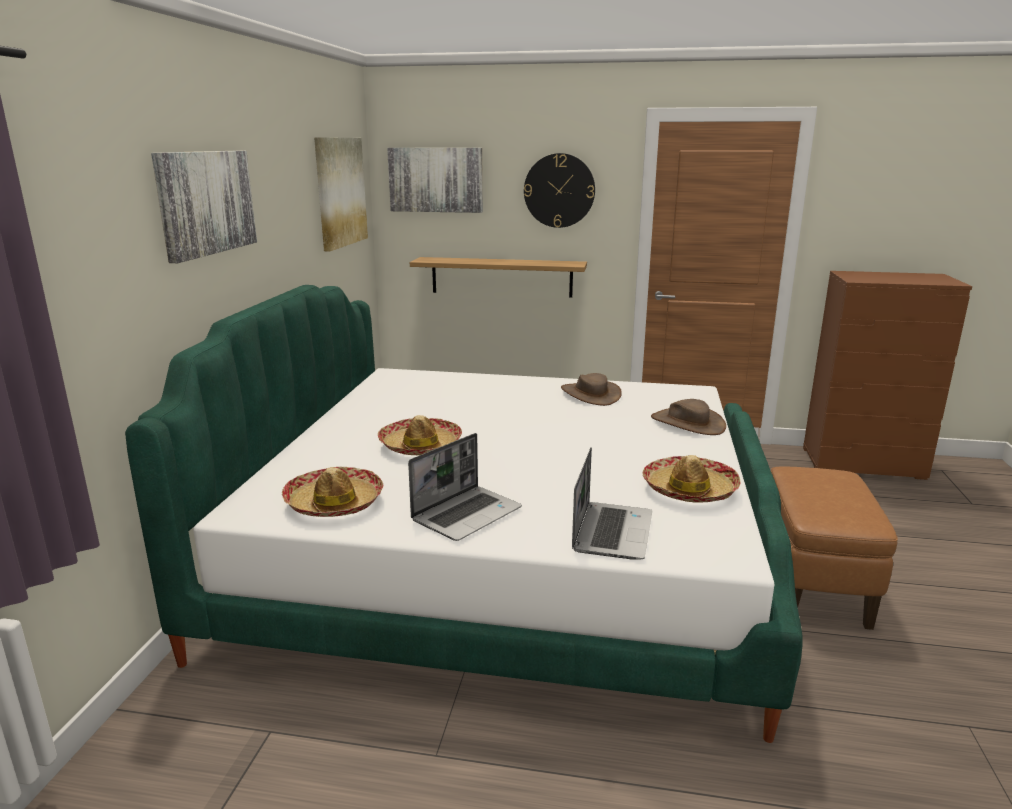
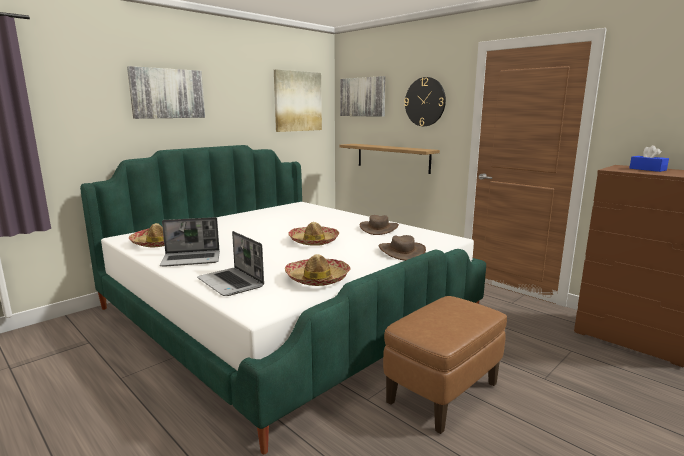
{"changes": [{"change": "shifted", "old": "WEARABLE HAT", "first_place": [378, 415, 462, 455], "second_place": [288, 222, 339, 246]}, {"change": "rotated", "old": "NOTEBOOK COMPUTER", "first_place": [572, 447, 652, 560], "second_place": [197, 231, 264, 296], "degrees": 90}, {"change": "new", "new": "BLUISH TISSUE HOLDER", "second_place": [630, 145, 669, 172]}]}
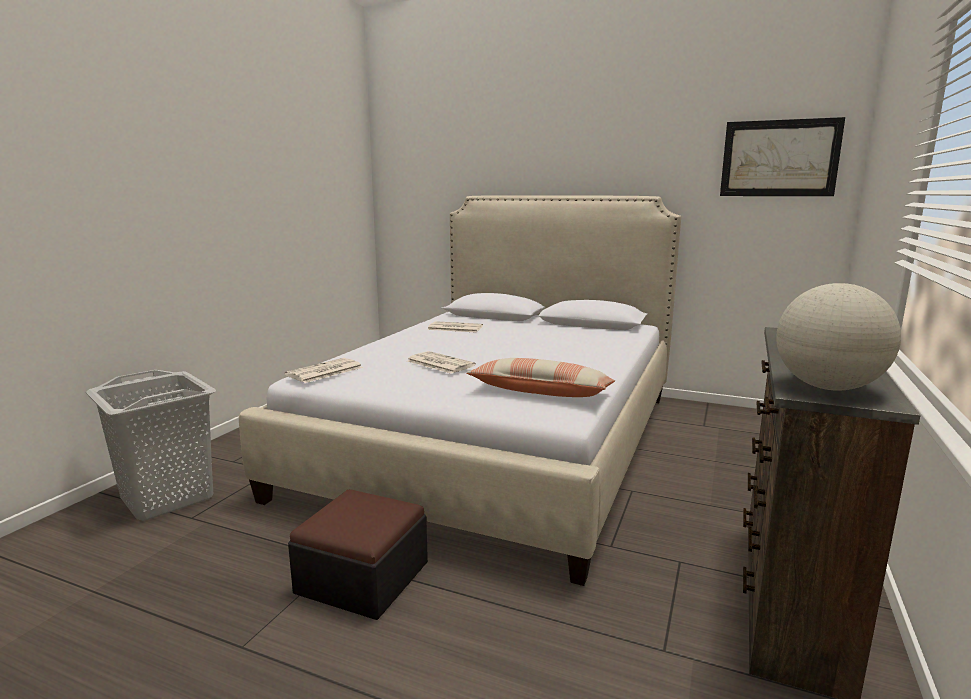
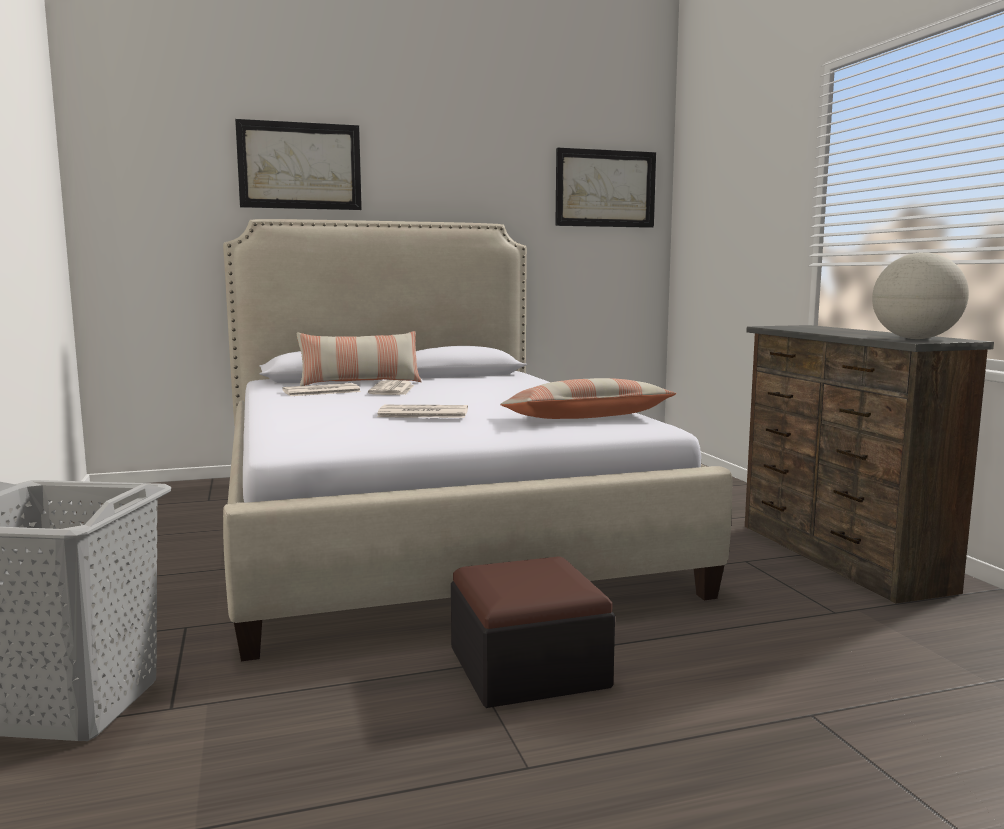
{"changes": [{"change": "shifted", "old": "PRINTED PAPER", "first_place": [285, 358, 363, 383], "second_place": [368, 380, 414, 395]}, {"change": "new", "new": "WALL ART", "second_place": [235, 119, 362, 210]}, {"change": "new", "new": "THROW PILLOW", "second_place": [297, 331, 422, 386]}]}
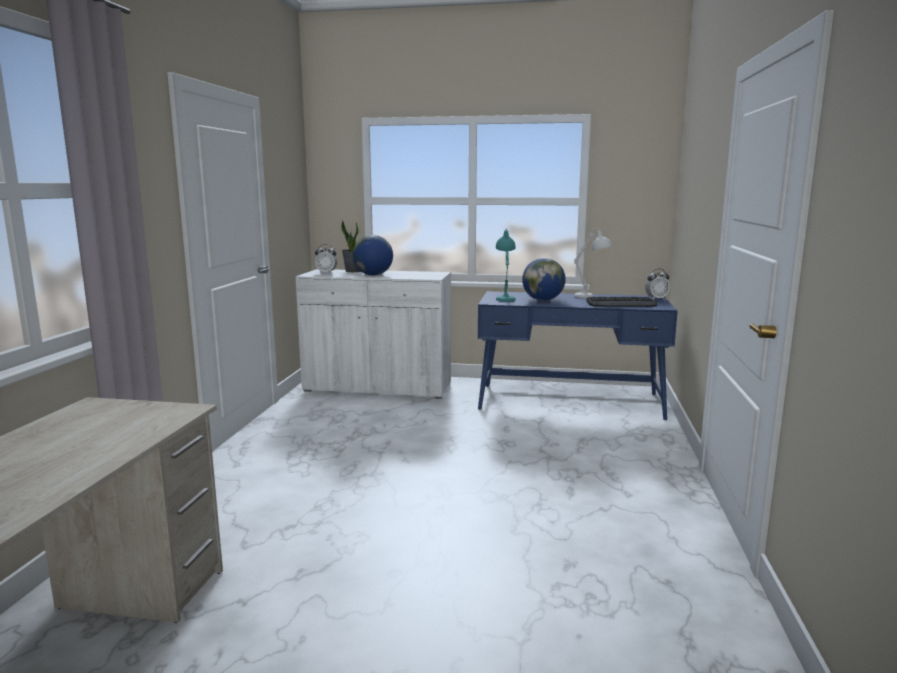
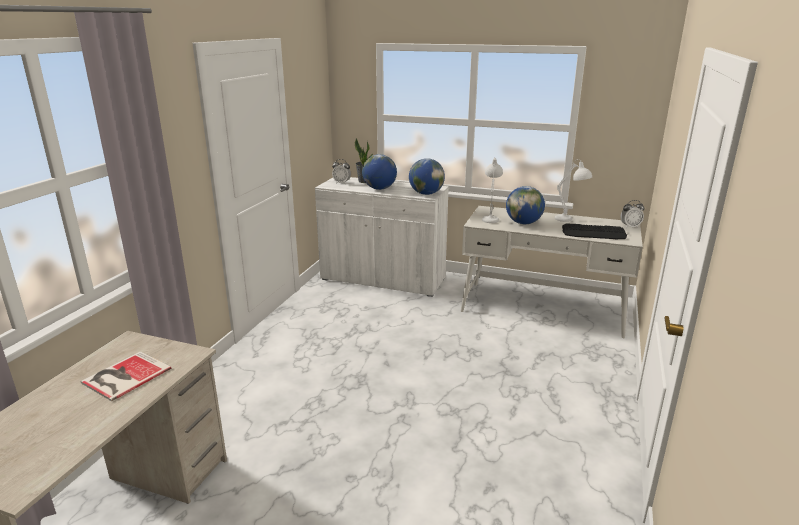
{"changes": [{"change": "repainted", "old": "BLUISH DESK UNIT", "new": "WHITE DESK UNIT", "first_place": [478, 291, 678, 420], "second_place": [460, 206, 643, 338]}, {"change": "repainted", "old": "BLUE-GREEN TABLE LAMP", "new": "WHITE TABLE LAMP", "first_place": [496, 228, 516, 302], "second_place": [482, 157, 503, 223]}, {"change": "new", "new": "VOLUME", "second_place": [81, 351, 171, 401]}, {"change": "new", "new": "WORLD GLOBE", "second_place": [409, 158, 445, 195]}]}
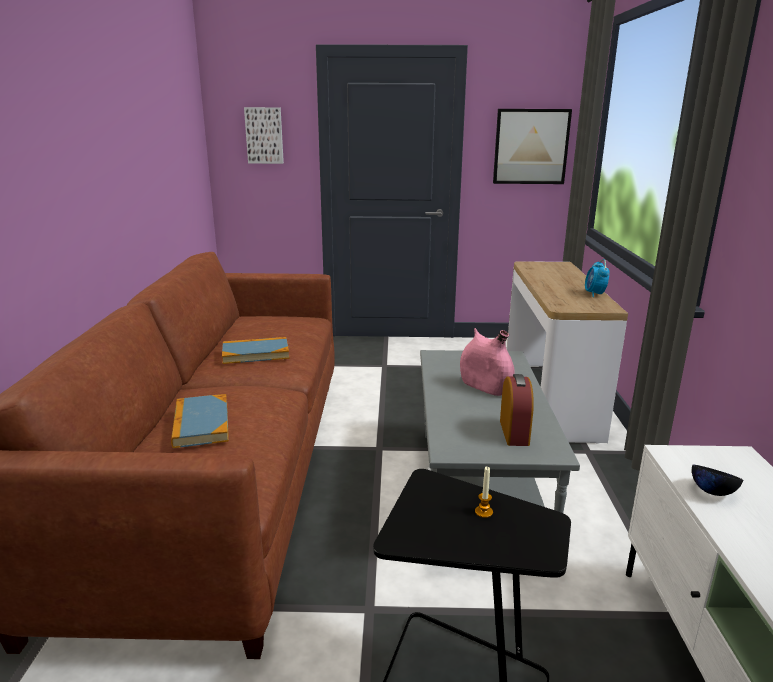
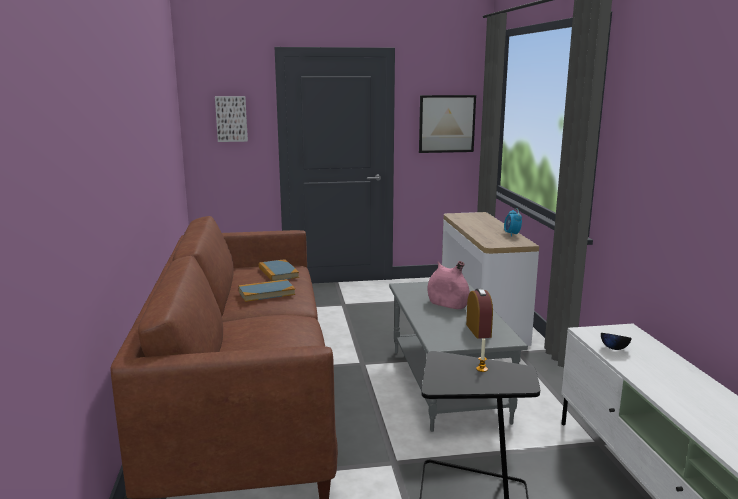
{"changes": [{"change": "shifted", "old": "VOLUME", "first_place": [171, 394, 229, 448], "second_place": [259, 259, 299, 281]}]}
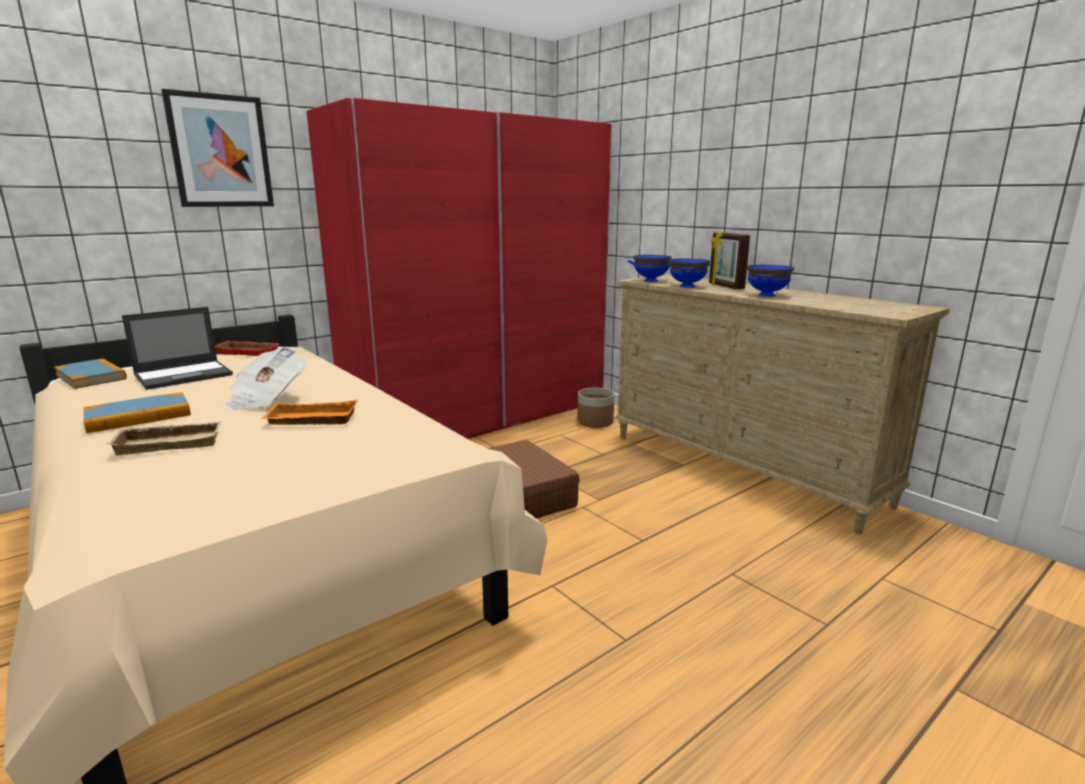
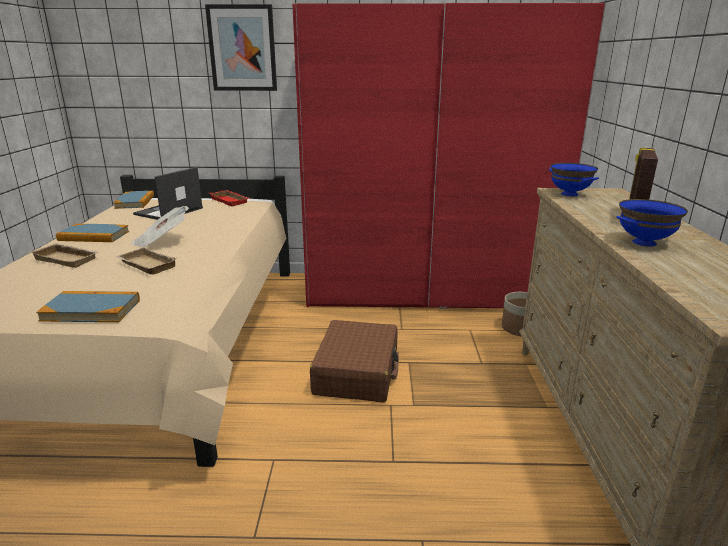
{"changes": [{"change": "rotated", "old": "NOTEBOOK COMPUTER", "first_place": [122, 307, 233, 390], "second_place": [133, 167, 203, 220], "degrees": 120}, {"change": "repainted", "old": "ORANGE TRAY", "new": "BEIGE TRAY", "first_place": [261, 400, 358, 425], "second_place": [116, 247, 177, 275]}, {"change": "gone", "old": "BLUISH DEEP DISH", "first_place": [668, 259, 710, 287]}, {"change": "new", "new": "VOLUME", "second_place": [36, 291, 140, 322]}]}
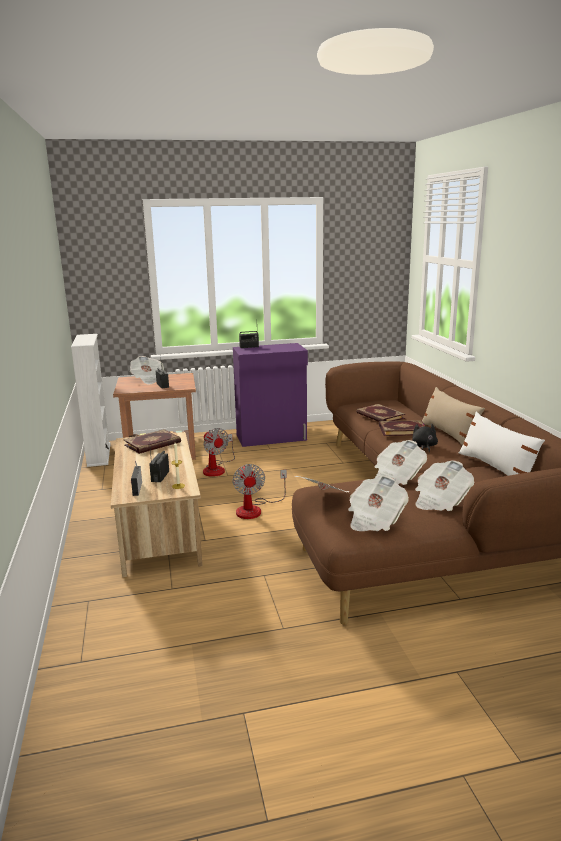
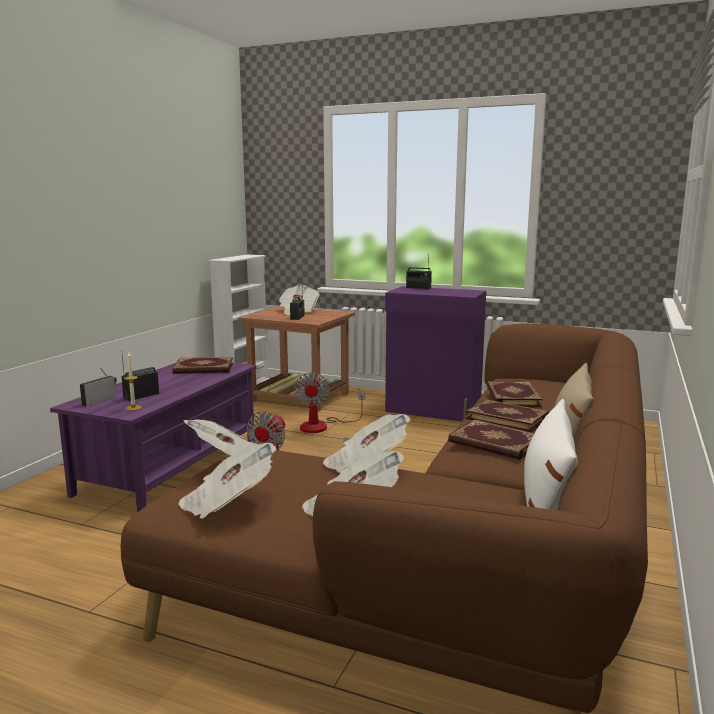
{"changes": [{"change": "repainted", "old": "BEIGE LOW TABLE", "new": "PURPLE LOW TABLE", "first_place": [111, 432, 203, 577], "second_place": [50, 363, 256, 512]}, {"change": "swapped", "old": "BLACKISH PLUSH TOY", "new": "VOLUME", "first_place": [412, 423, 438, 452], "second_place": [448, 419, 534, 460]}]}
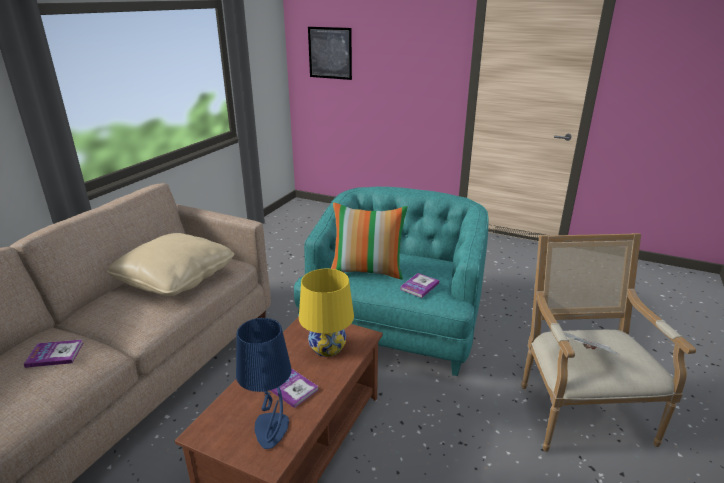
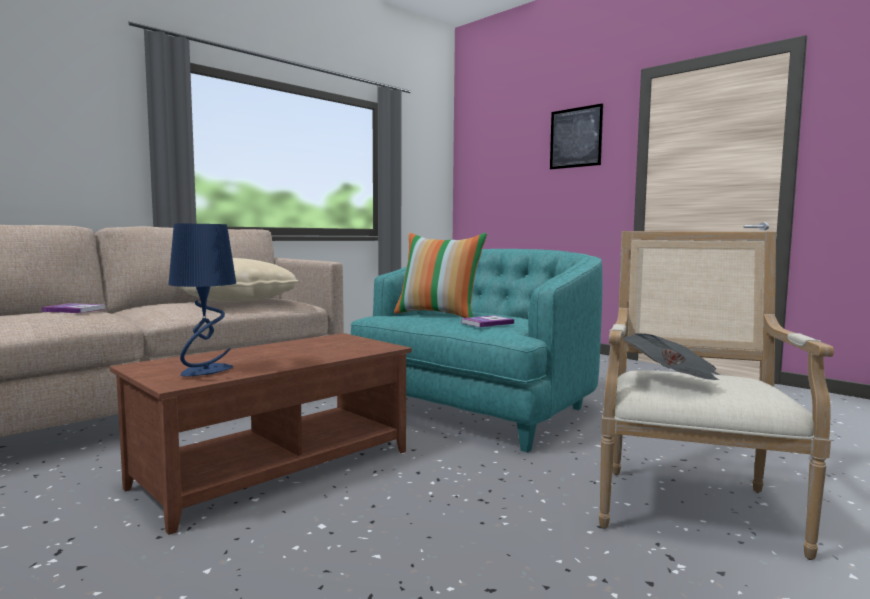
{"changes": [{"change": "gone", "old": "VOLUME", "first_place": [270, 368, 319, 408]}, {"change": "gone", "old": "YELLOWISH TABLE LAMP", "first_place": [299, 269, 354, 357]}, {"change": "shifted", "old": "WALL ART", "first_place": [308, 27, 352, 80], "second_place": [550, 103, 603, 169]}]}
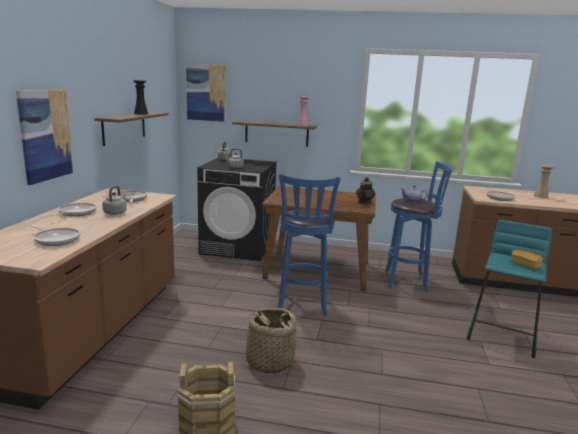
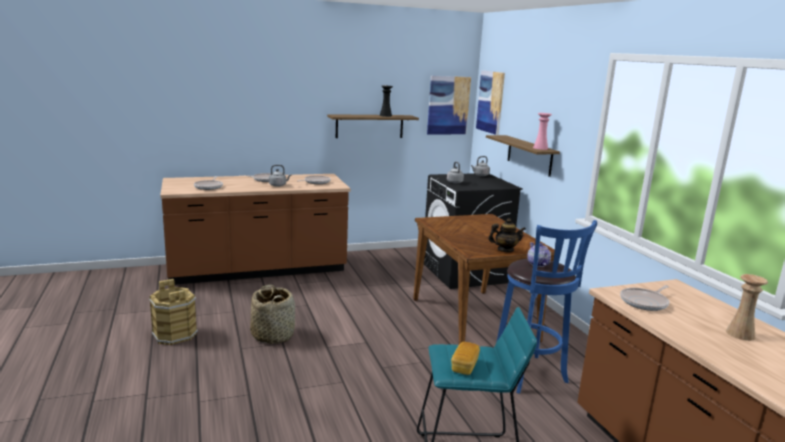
{"changes": [{"change": "shifted", "old": "WALL ART", "first_place": [16, 90, 74, 185], "second_place": [427, 76, 471, 134]}, {"change": "gone", "old": "BLUISH STOOL SEAT", "first_place": [277, 173, 340, 316]}]}
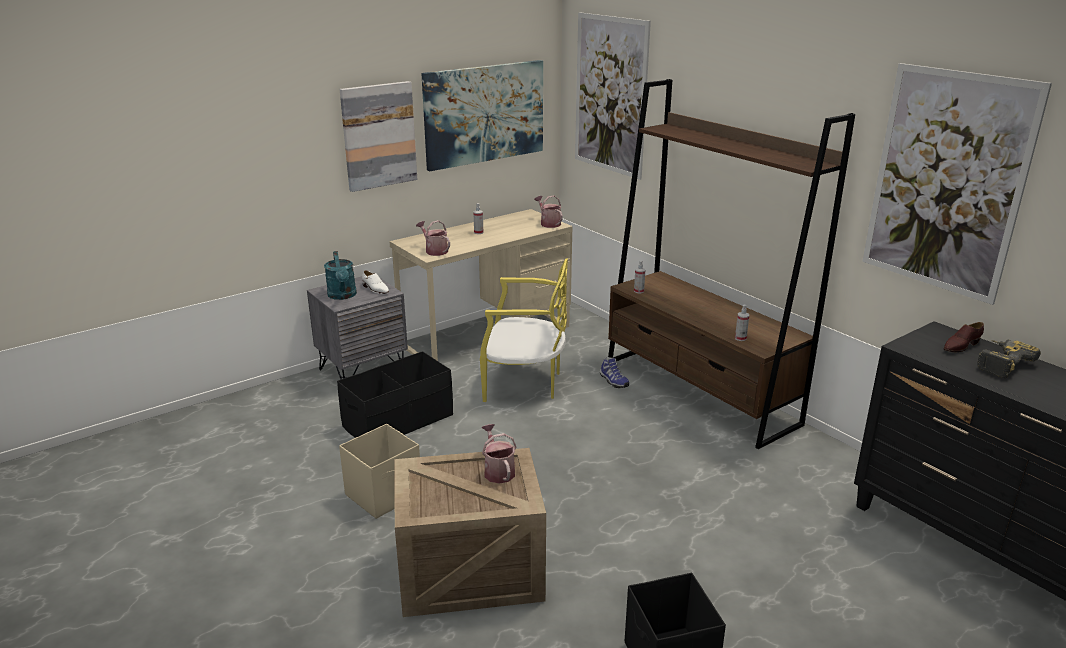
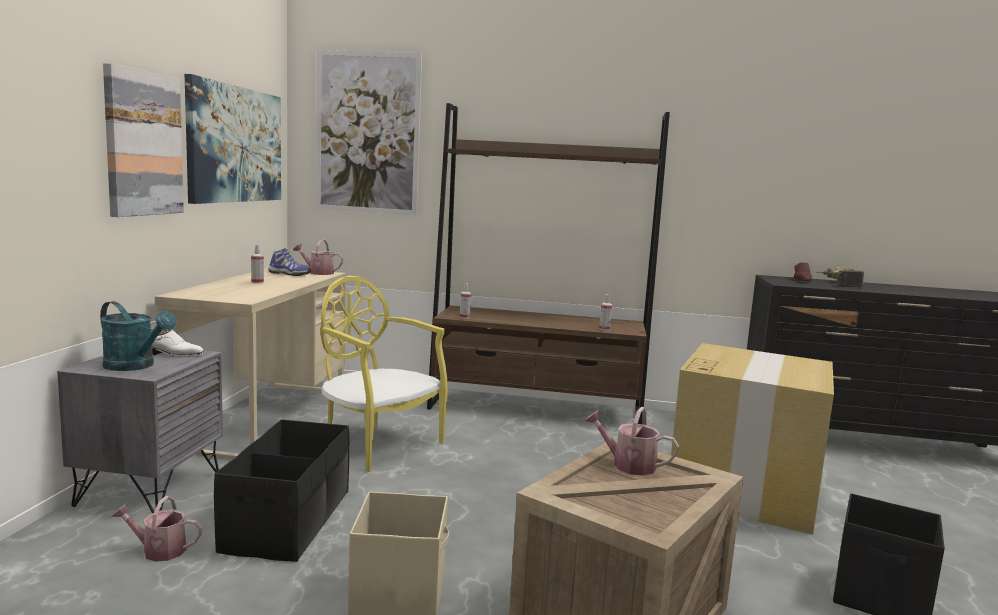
{"changes": [{"change": "shifted", "old": "SPRINKLING CAN", "first_place": [416, 220, 450, 256], "second_place": [111, 496, 202, 562]}, {"change": "rotated", "old": "YELLOWISH PLAIN CHAIR", "first_place": [480, 258, 568, 402], "second_place": [321, 276, 448, 472], "degrees": -105}, {"change": "shifted", "old": "ITEM OF FOOTWEAR", "first_place": [600, 357, 629, 388], "second_place": [269, 248, 311, 276]}, {"change": "gone", "old": "WALL ART", "first_place": [862, 63, 1052, 305]}, {"change": "new", "new": "CARDBOARD BOX", "second_place": [671, 343, 834, 535]}]}
